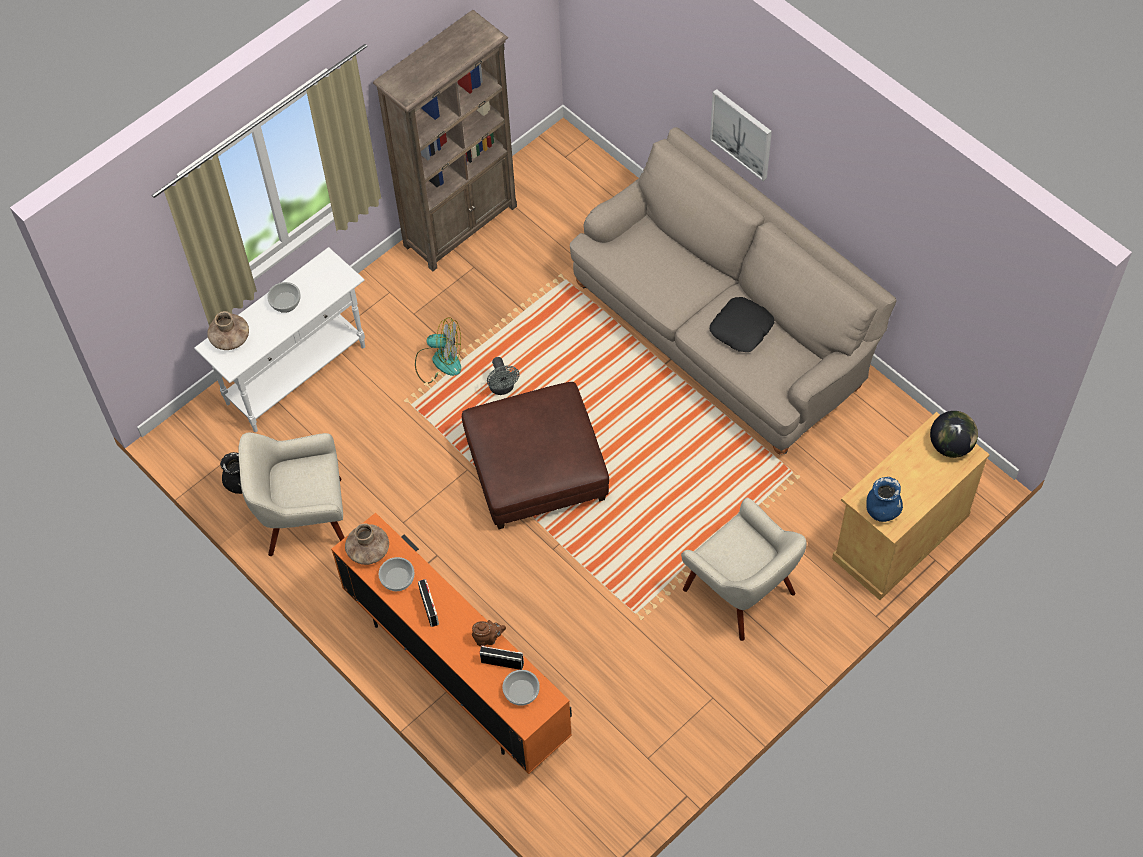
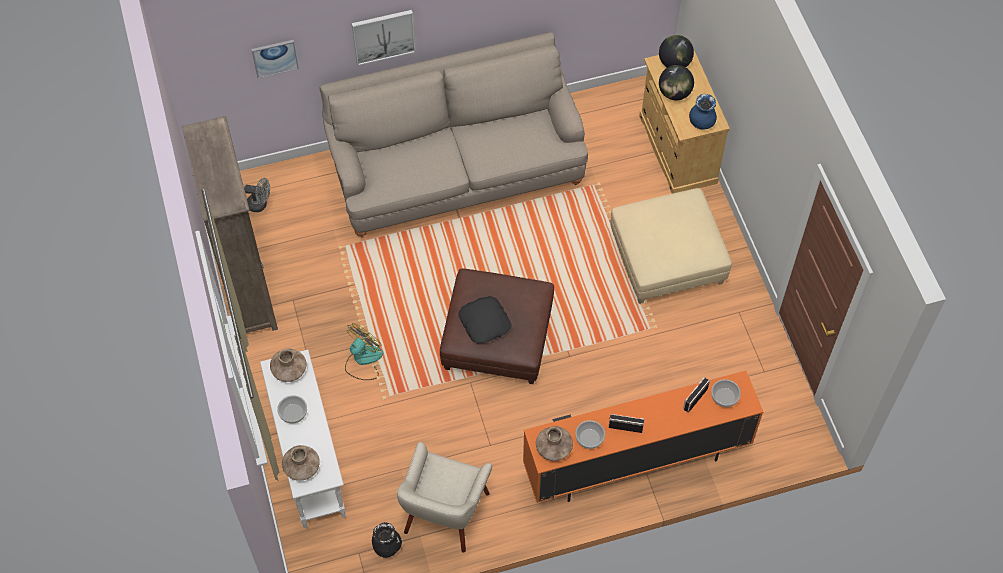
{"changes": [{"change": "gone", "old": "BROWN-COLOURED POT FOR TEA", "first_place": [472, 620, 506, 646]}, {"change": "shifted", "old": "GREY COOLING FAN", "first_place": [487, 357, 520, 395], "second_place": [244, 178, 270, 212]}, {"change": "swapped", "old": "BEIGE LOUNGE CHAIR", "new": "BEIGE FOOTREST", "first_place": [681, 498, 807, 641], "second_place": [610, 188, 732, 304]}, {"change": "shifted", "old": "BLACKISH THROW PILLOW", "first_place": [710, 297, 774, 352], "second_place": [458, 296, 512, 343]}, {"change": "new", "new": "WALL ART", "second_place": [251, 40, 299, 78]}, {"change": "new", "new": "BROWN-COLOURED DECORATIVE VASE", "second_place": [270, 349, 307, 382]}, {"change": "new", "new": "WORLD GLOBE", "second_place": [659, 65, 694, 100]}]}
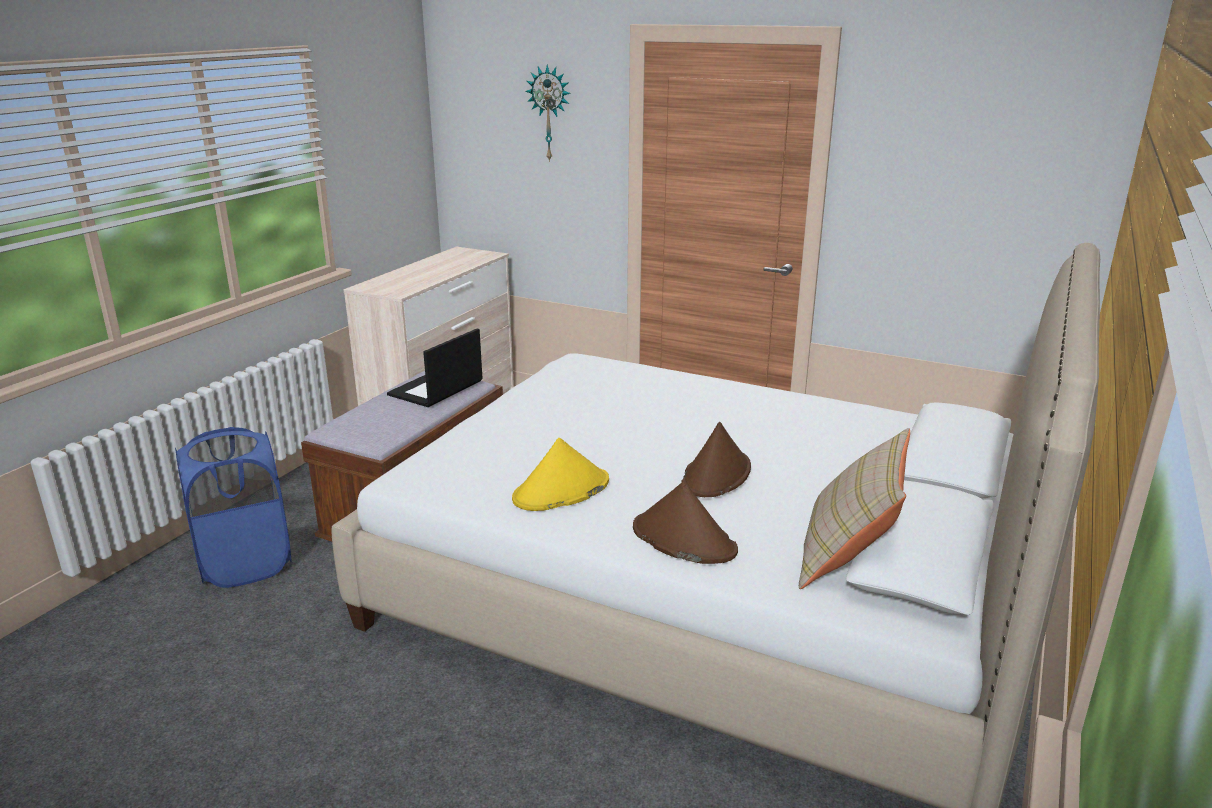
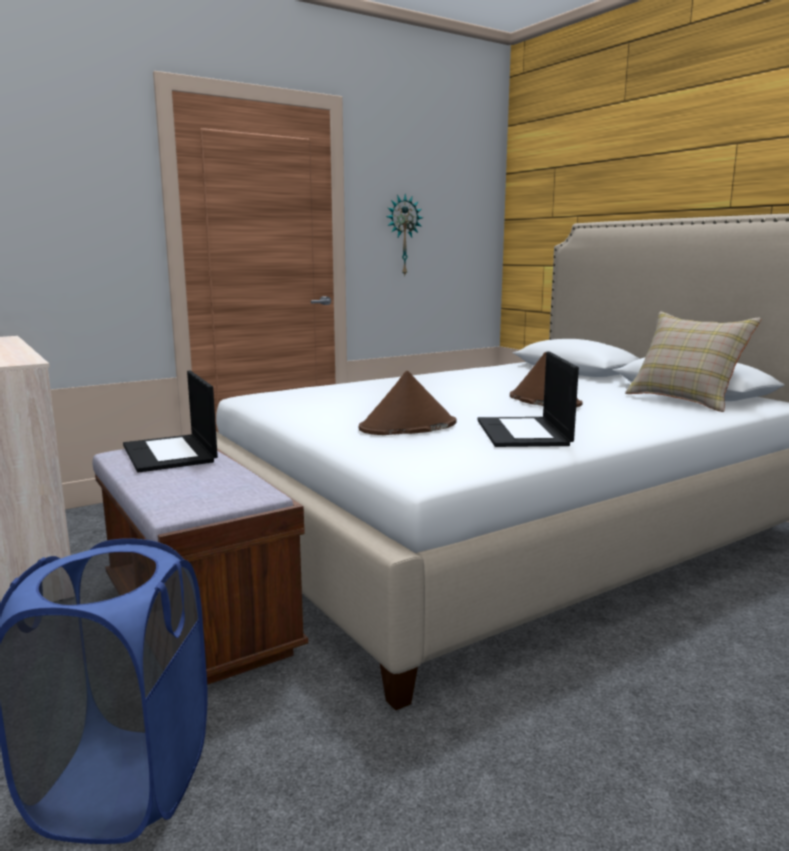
{"changes": [{"change": "swapped", "old": "YELLOWISH WEARABLE HAT", "new": "NOTEBOOK COMPUTER", "first_place": [512, 438, 609, 511], "second_place": [477, 352, 579, 447]}, {"change": "shifted", "old": "WALL CLOCK", "first_place": [526, 64, 571, 162], "second_place": [386, 194, 423, 276]}, {"change": "shifted", "old": "BROWN-COLOURED WEARABLE HAT", "first_place": [633, 481, 738, 564], "second_place": [359, 371, 457, 435]}]}
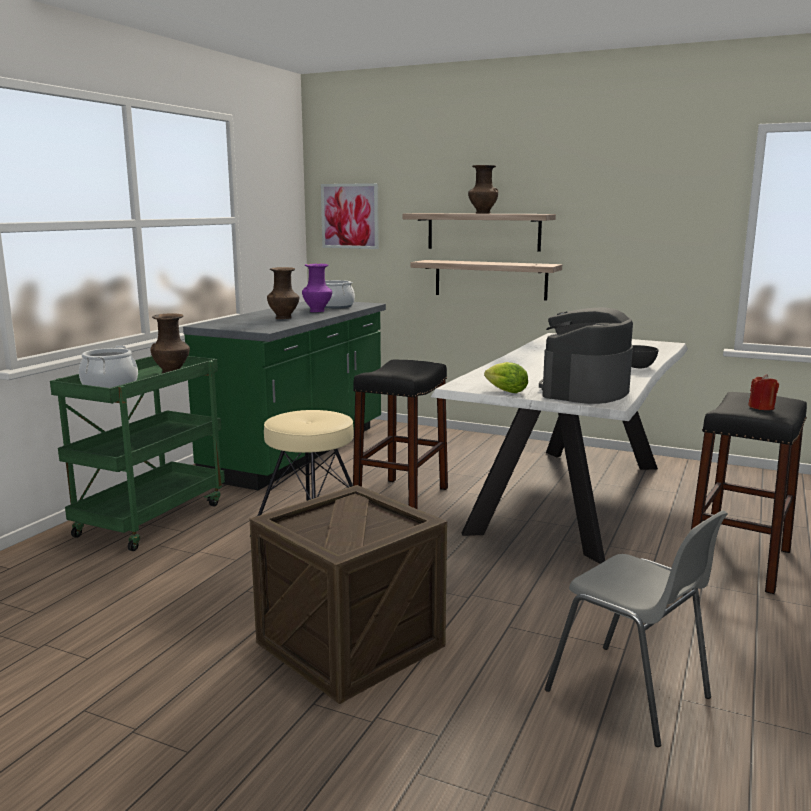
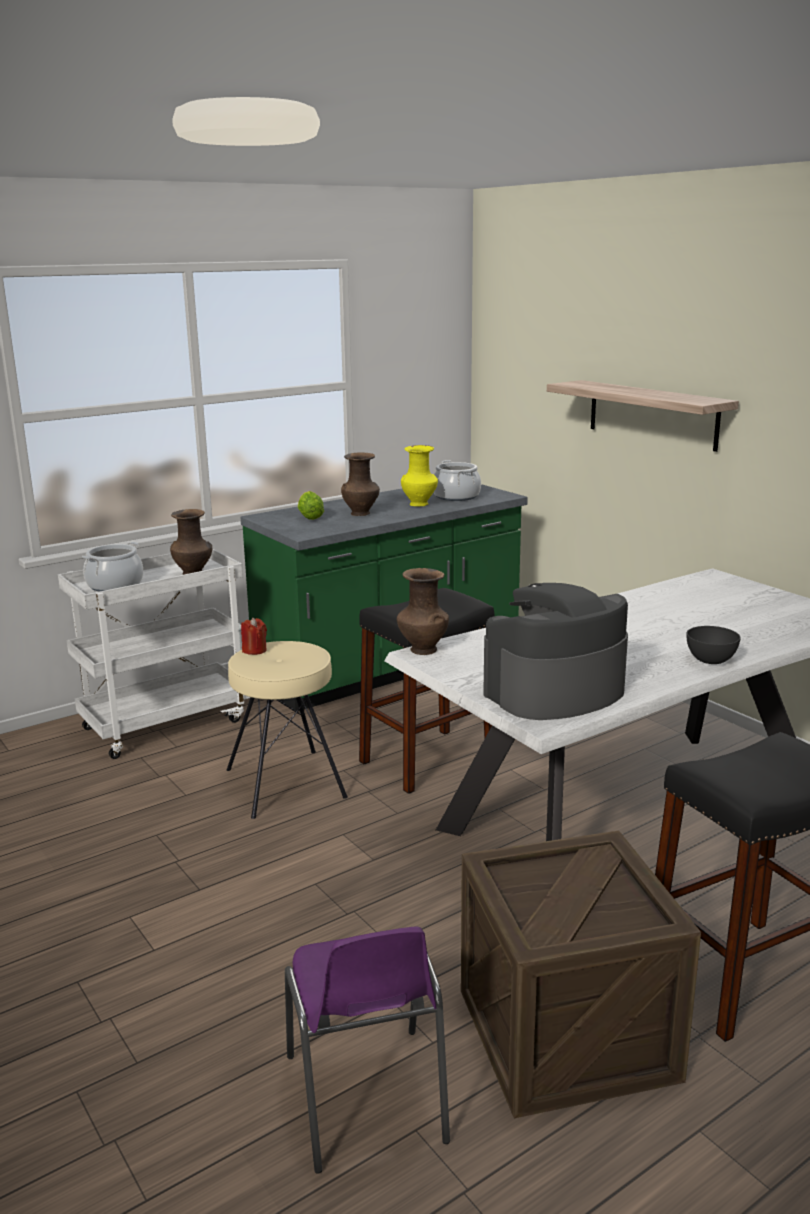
{"changes": [{"change": "repainted", "old": "GREEN-COLOURED WHEELED CART", "new": "WHITE WHEELED CART", "first_place": [50, 356, 225, 551], "second_place": [58, 548, 250, 759]}, {"change": "shifted", "old": "PACKING CRATE", "first_place": [250, 485, 447, 704], "second_place": [461, 831, 701, 1118]}, {"change": "repainted", "old": "PURPLE DECORATIVE VASE", "new": "YELLOWISH DECORATIVE VASE", "first_place": [302, 263, 332, 312], "second_place": [401, 445, 438, 506]}, {"change": "gone", "old": "WALL ART", "first_place": [321, 183, 379, 249]}, {"change": "gone", "old": "BRACKET SHELF", "first_place": [411, 260, 562, 301]}, {"change": "shifted", "old": "BROWN-COLOURED DECORATIVE VASE", "first_place": [468, 165, 498, 214], "second_place": [397, 568, 449, 655]}, {"change": "shifted", "old": "LETTUCE HEAD", "first_place": [484, 362, 528, 393], "second_place": [298, 491, 324, 520]}, {"change": "repainted", "old": "GREY PLAIN CHAIR", "new": "PURPLE PLAIN CHAIR", "first_place": [545, 511, 728, 747], "second_place": [285, 926, 450, 1174]}, {"change": "shifted", "old": "RED-COLOURED WAX LIGHT", "first_place": [749, 374, 779, 410], "second_place": [241, 618, 267, 655]}]}
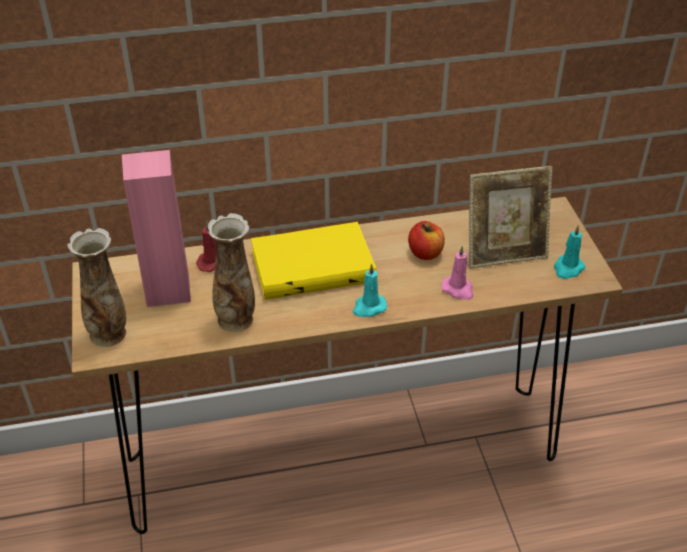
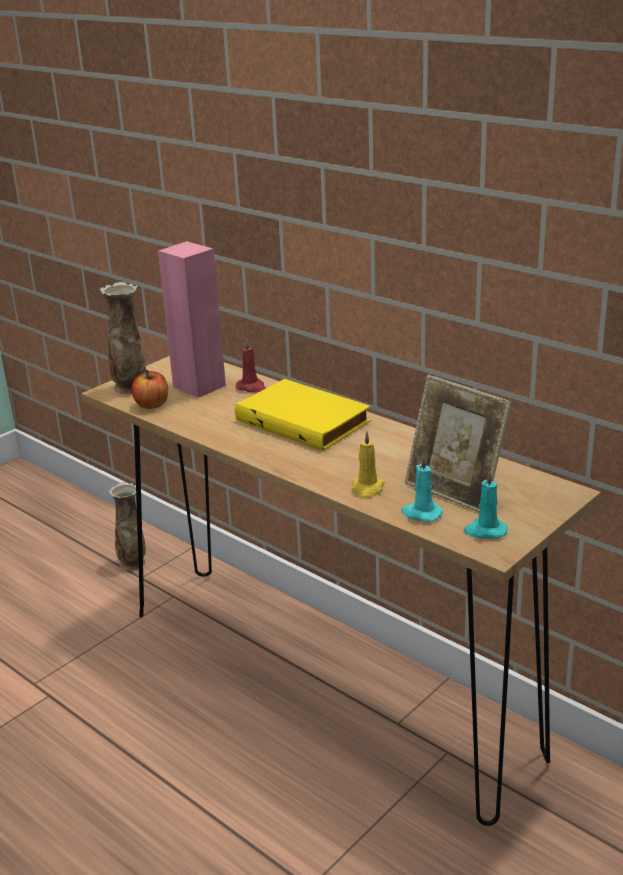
{"changes": [{"change": "shifted", "old": "DECORATIVE VASE", "first_place": [208, 213, 255, 332], "second_place": [109, 482, 146, 571]}, {"change": "shifted", "old": "BLUE-GREEN WAX LIGHT", "first_place": [353, 263, 387, 317], "second_place": [401, 454, 443, 522]}, {"change": "shifted", "old": "APPLE FRUIT", "first_place": [408, 221, 445, 260], "second_place": [132, 370, 168, 409]}, {"change": "repainted", "old": "PINK-COLOURED WAX LIGHT", "new": "YELLOWISH WAX LIGHT", "first_place": [441, 246, 473, 300], "second_place": [352, 431, 385, 499]}]}
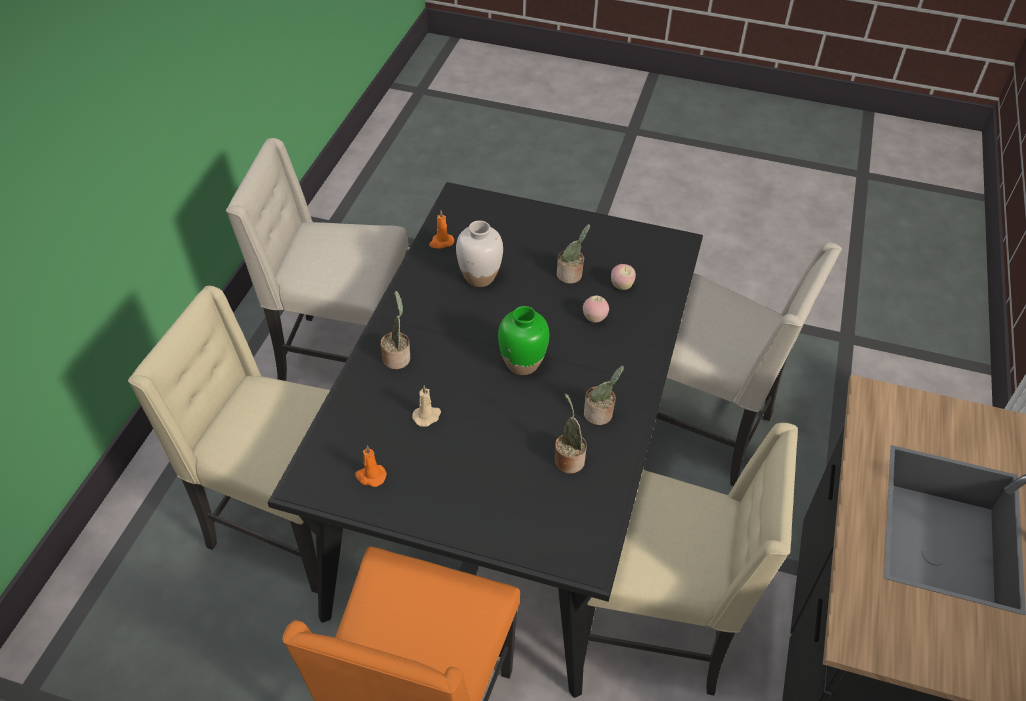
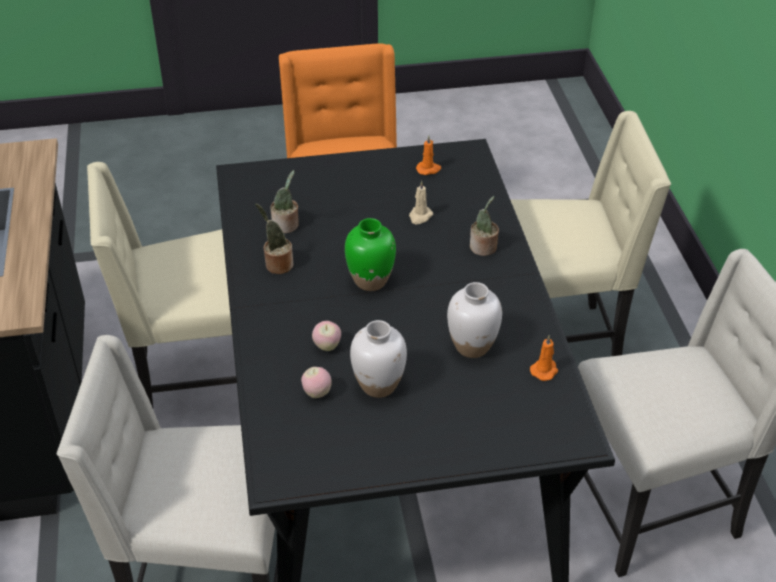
{"changes": [{"change": "swapped", "old": "HOUSEPLANT", "new": "WHITE DECORATIVE VASE", "first_place": [557, 224, 590, 284], "second_place": [350, 320, 407, 398]}]}
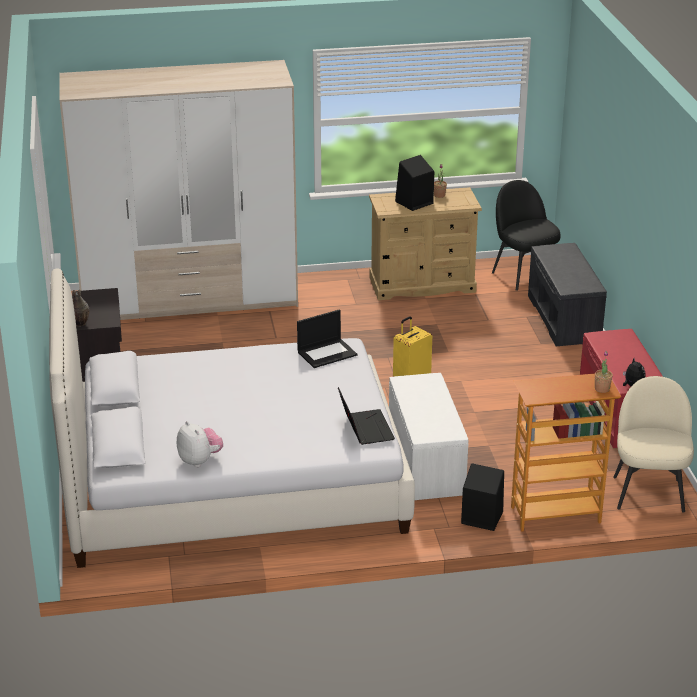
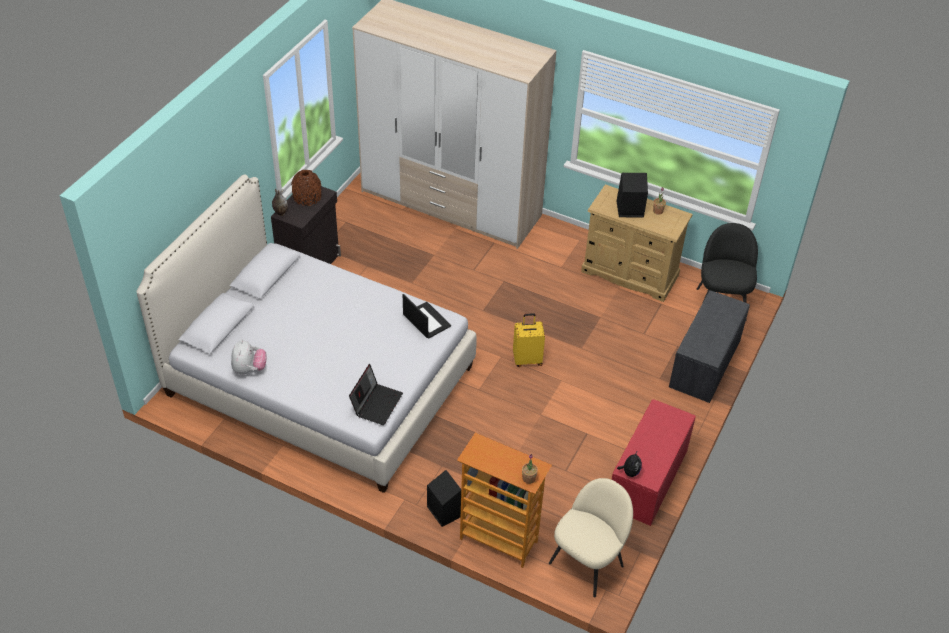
{"changes": [{"change": "rotated", "old": "NOTEBOOK COMPUTER", "first_place": [297, 309, 357, 368], "second_place": [403, 294, 451, 339], "degrees": -135}, {"change": "gone", "old": "WHITE INDOOR BENCH", "first_place": [389, 373, 469, 500]}, {"change": "new", "new": "BROWN-COLOURED DECORATIVE VASE", "second_place": [291, 170, 321, 206]}]}
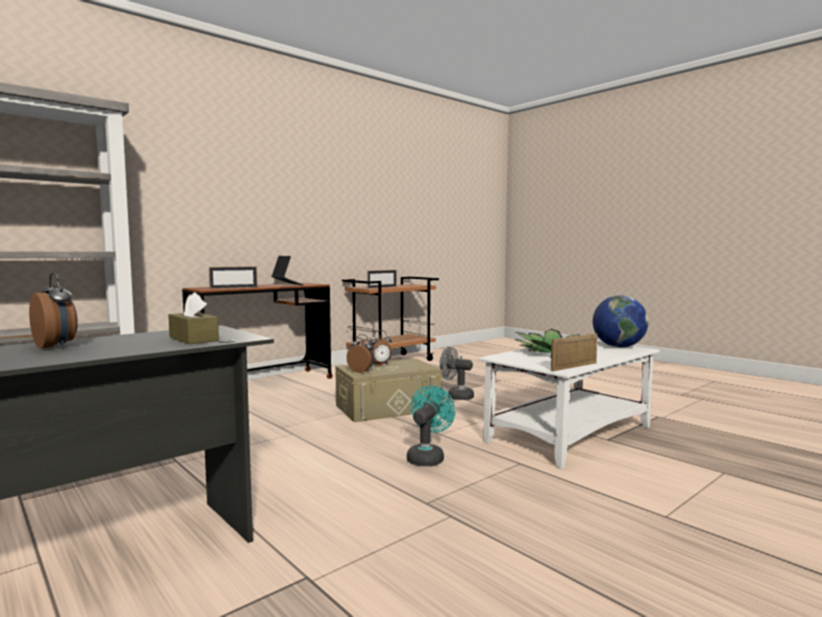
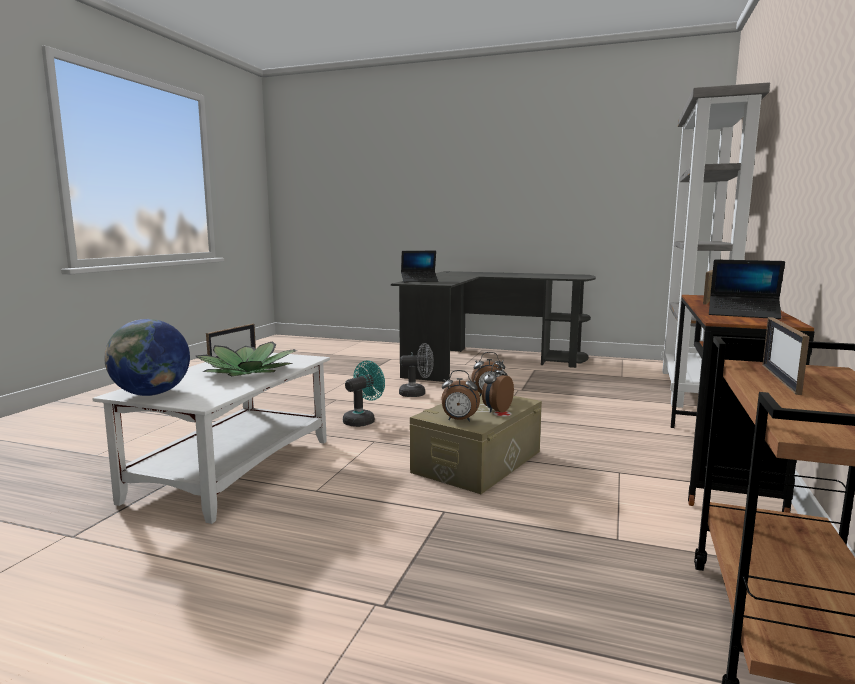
{"changes": [{"change": "shifted", "old": "ALARM CLOCK", "first_place": [29, 273, 78, 349], "second_place": [441, 370, 480, 422]}, {"change": "swapped", "old": "BROWN-COLOURED TISSUE HOLDER", "new": "NOTEBOOK COMPUTER", "first_place": [168, 292, 219, 344], "second_place": [401, 251, 438, 282]}, {"change": "rotated", "old": "BLUE-GREEN COOLING FAN", "first_place": [407, 386, 455, 466], "second_place": [343, 361, 385, 427], "degrees": -135}, {"change": "shifted", "old": "GREY COOLING FAN", "first_place": [439, 346, 474, 400], "second_place": [399, 343, 434, 397]}]}
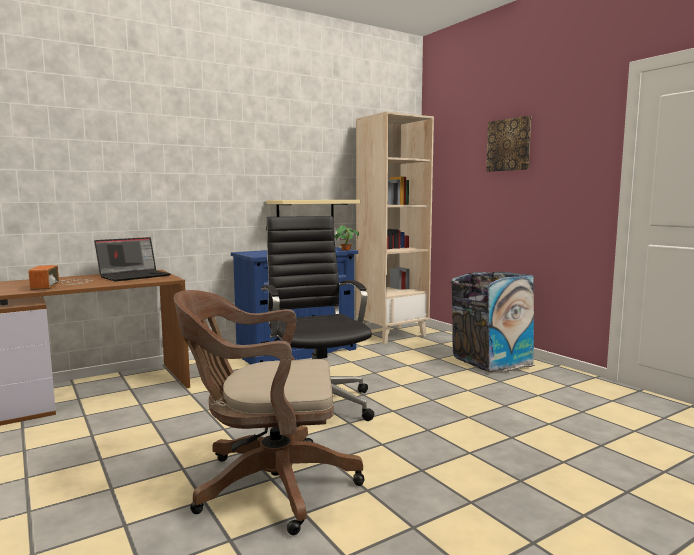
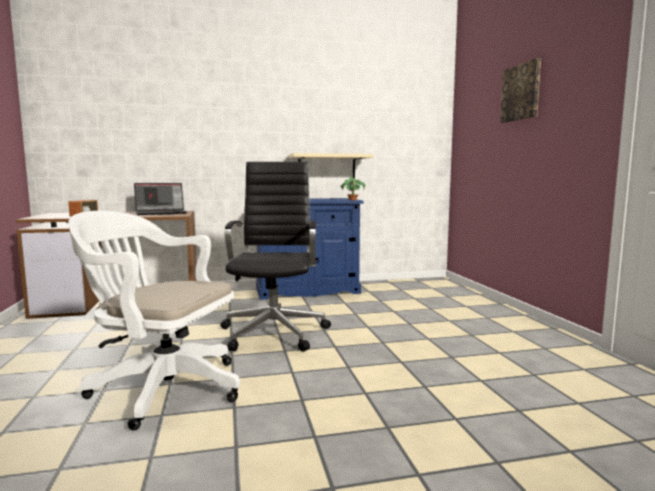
{"changes": [{"change": "repainted", "old": "BROWN-COLOURED DESK CHAIR", "new": "WHITE DESK CHAIR", "first_place": [174, 290, 365, 535], "second_place": [68, 211, 240, 431]}, {"change": "gone", "old": "BEIGE BOOKCASE", "first_place": [356, 112, 434, 344]}, {"change": "gone", "old": "TRASH CAN", "first_place": [450, 272, 535, 372]}]}
